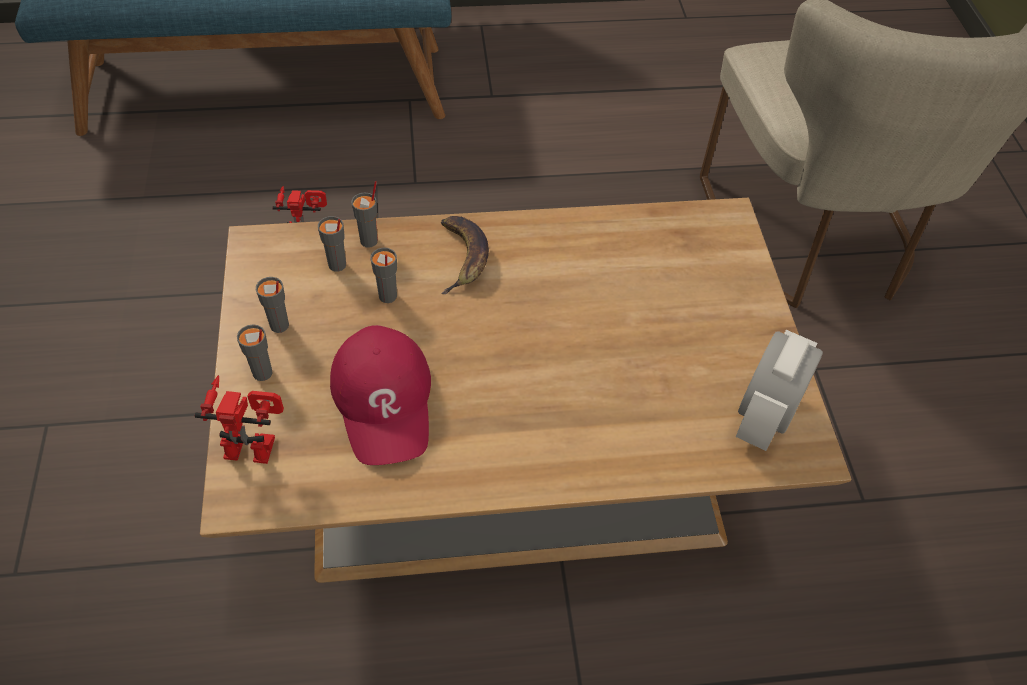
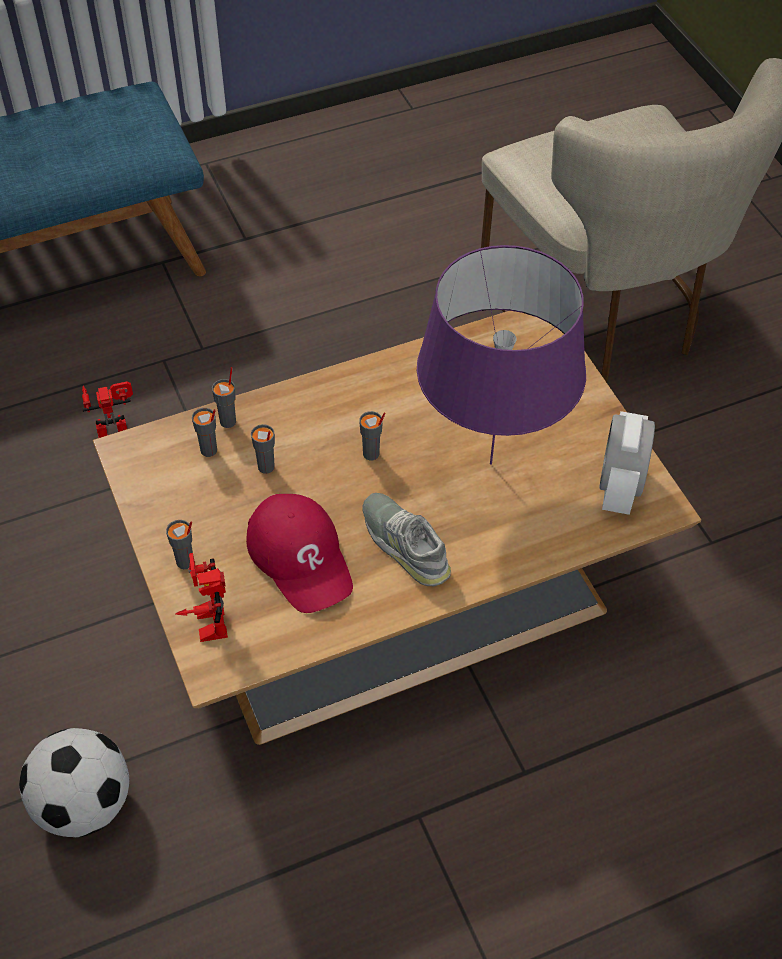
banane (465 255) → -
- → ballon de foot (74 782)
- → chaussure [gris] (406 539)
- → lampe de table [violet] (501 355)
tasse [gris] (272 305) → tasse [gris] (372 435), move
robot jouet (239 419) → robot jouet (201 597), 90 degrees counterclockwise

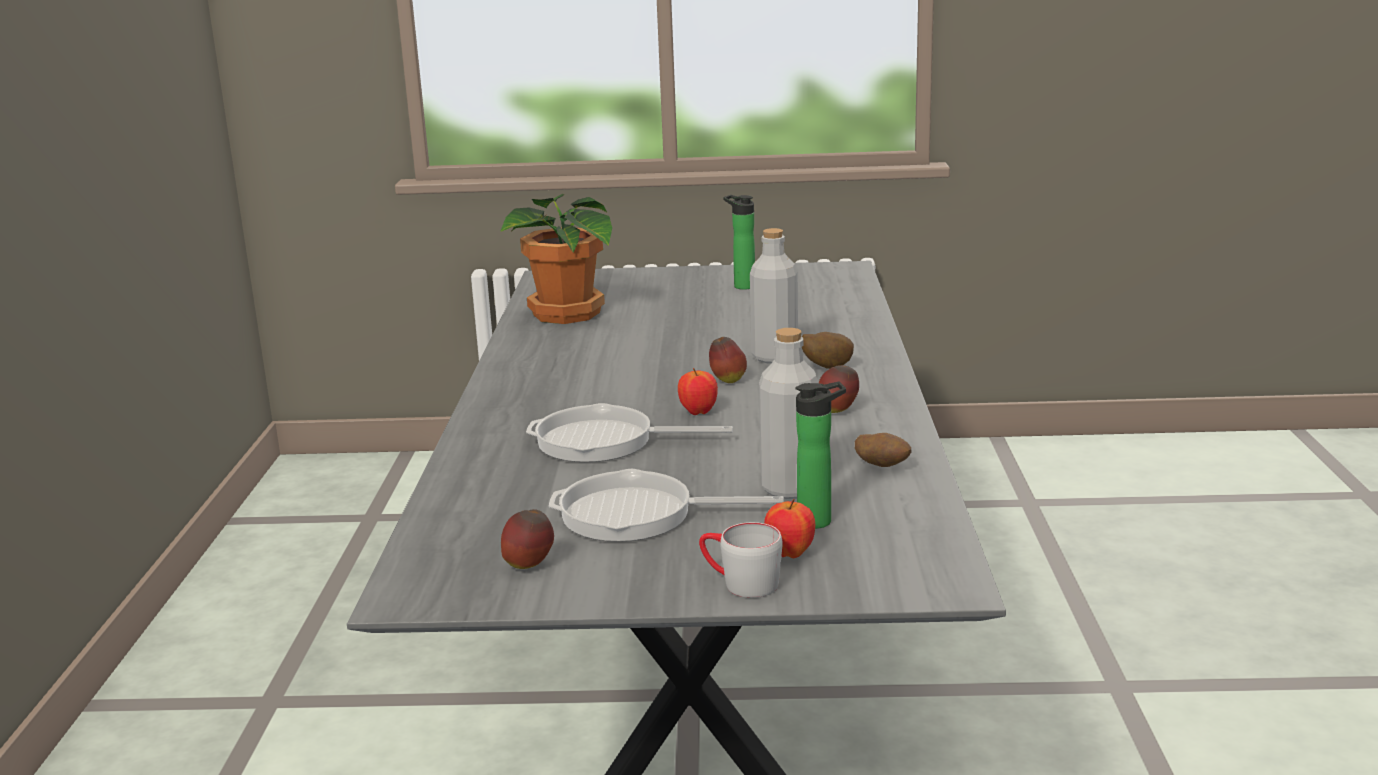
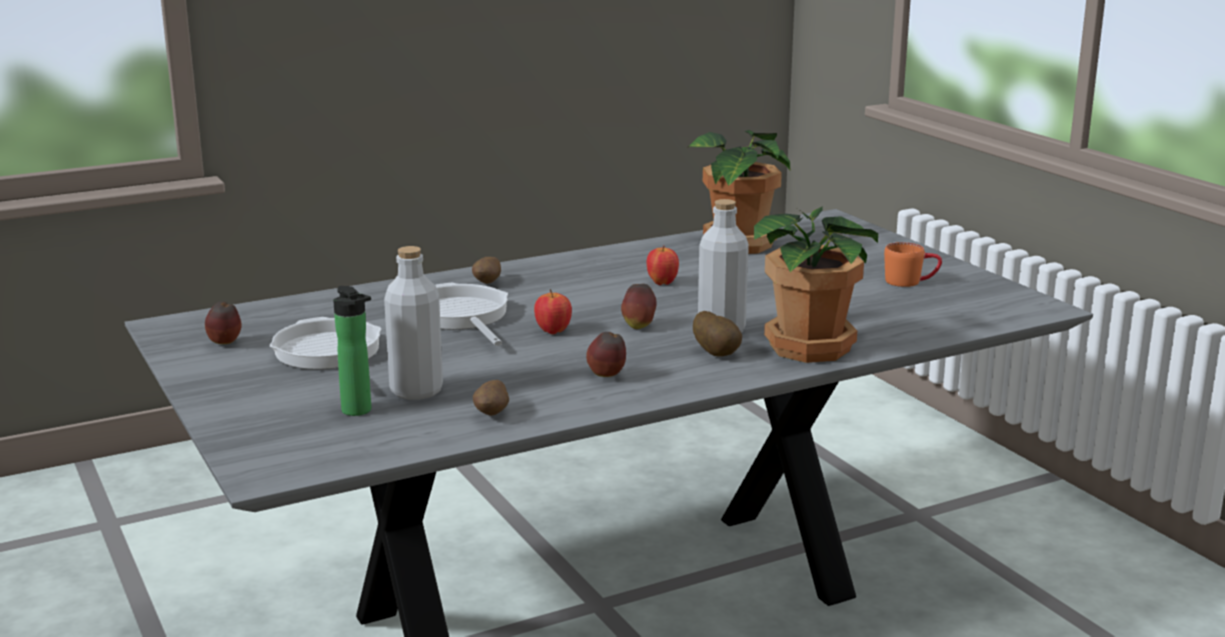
mug [gris] (741 560) → -
- → pomme de terre (486 270)
- → plante en pot (816 284)
pomme (789 528) → pomme (663 265), move
bouteille (739 242) → mug [orange] (913 264)

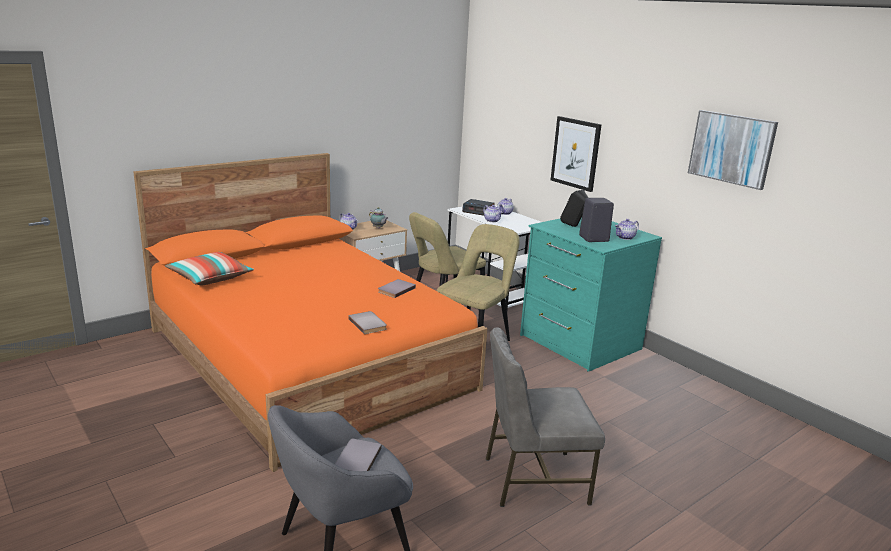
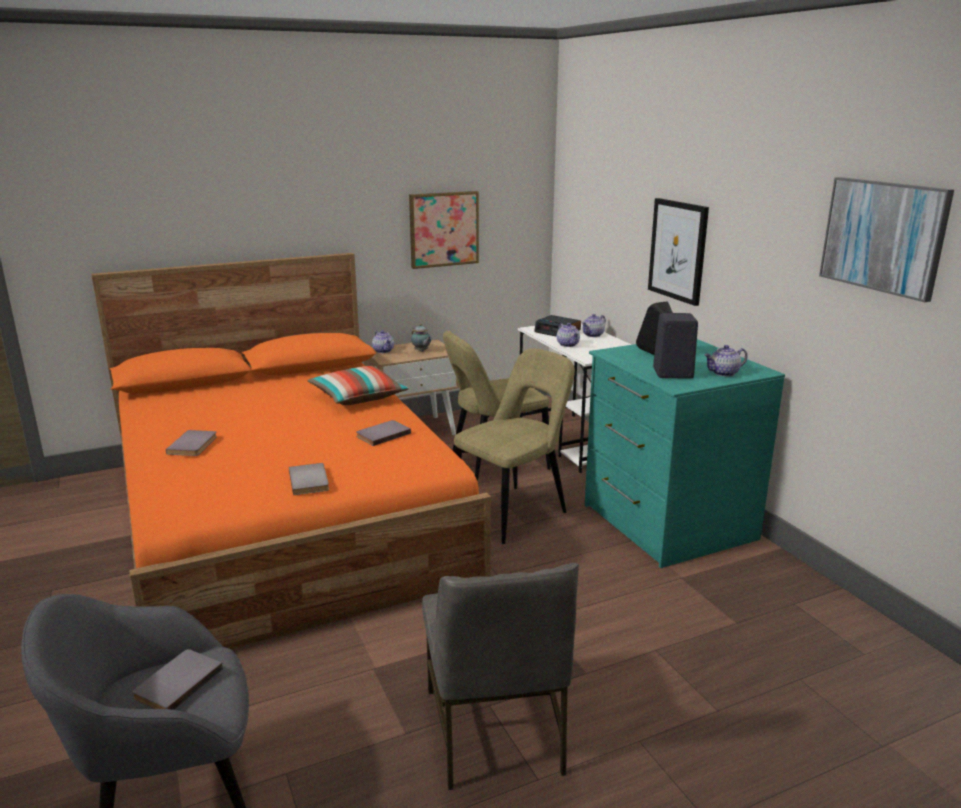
- → livre [gris] (191 443)
- → tableau (444 230)
coussin (209 268) → coussin (358 385), move
chaise [gris] (545 417) → chaise [gris] (500 676), 105 degrees counterclockwise

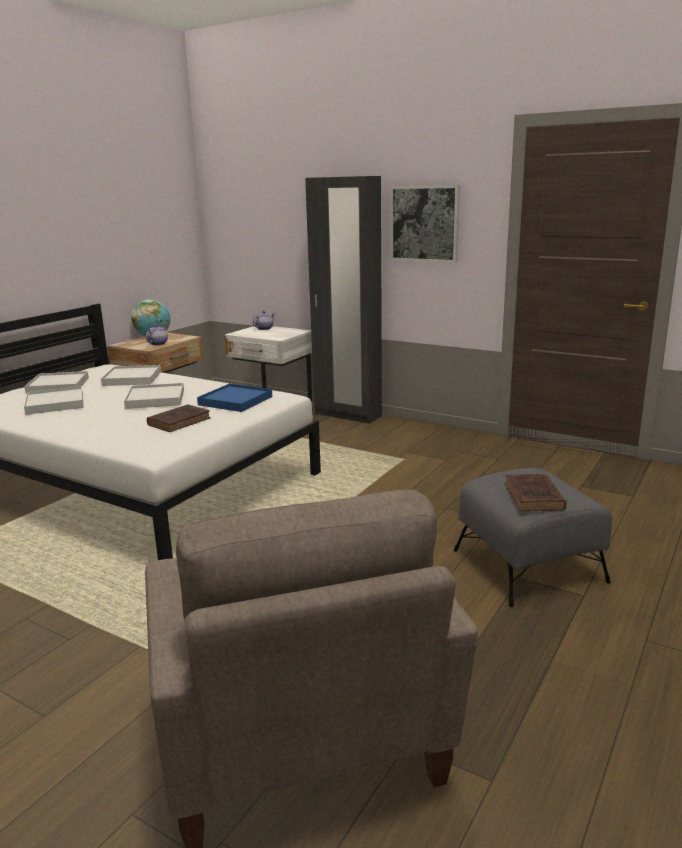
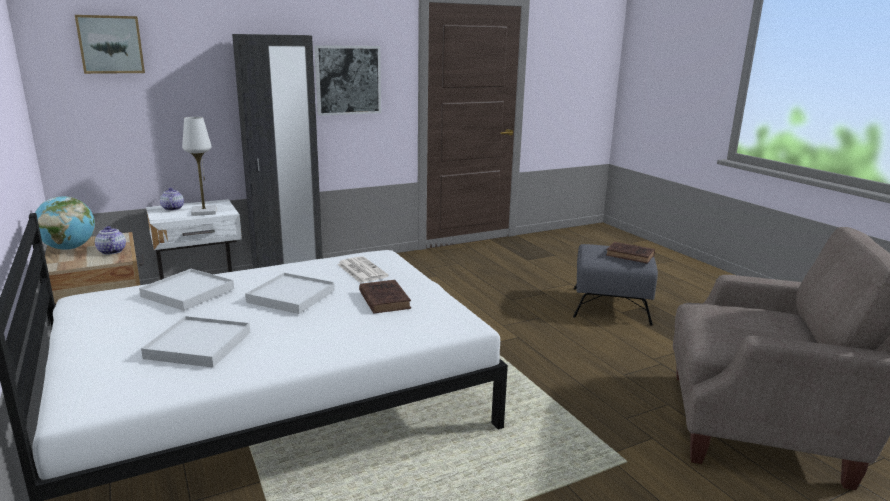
plateau [blanc] (56 382) → -
- → tableau (110 44)
- → lampe de table [blanc] (199 166)
plateau [bleu] (234 398) → journal (363 269)

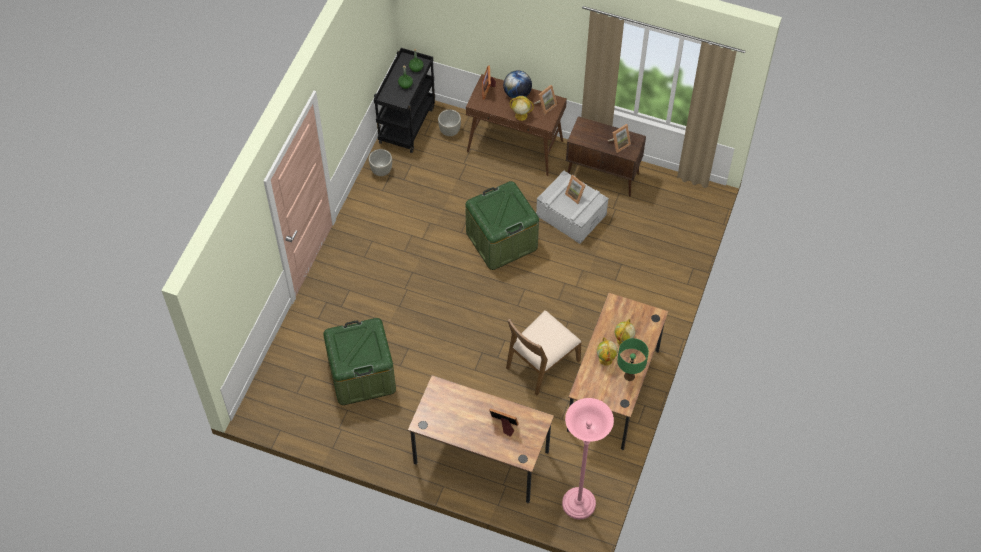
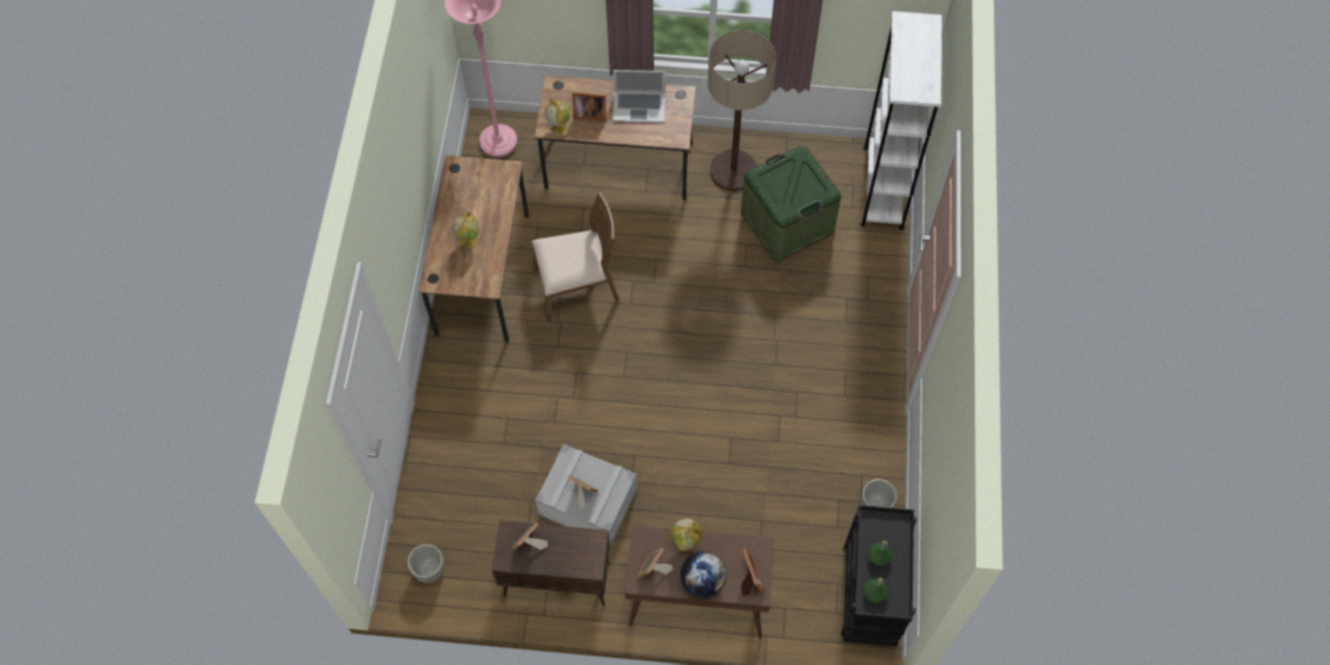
boîte de rangement [vert] (502 225) → -
lampe de table [vert] (633 359) → -
- → ordinateur portable (639 96)
- → lampadaire (741 110)
- → bibliothèque [blanc] (901 120)
cache-pot [gris] (449 122) → cache-pot [gris] (425 563), move
globe (607 352) → globe (557 116), move
chaise [marron] (544 352) → chaise [marron] (575 256), 45 degrees clockwise

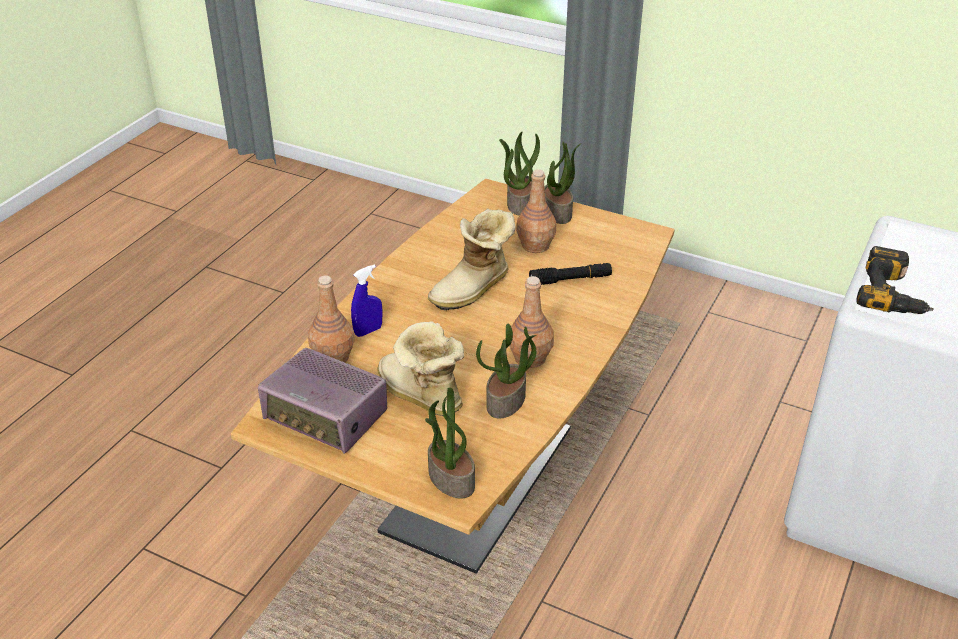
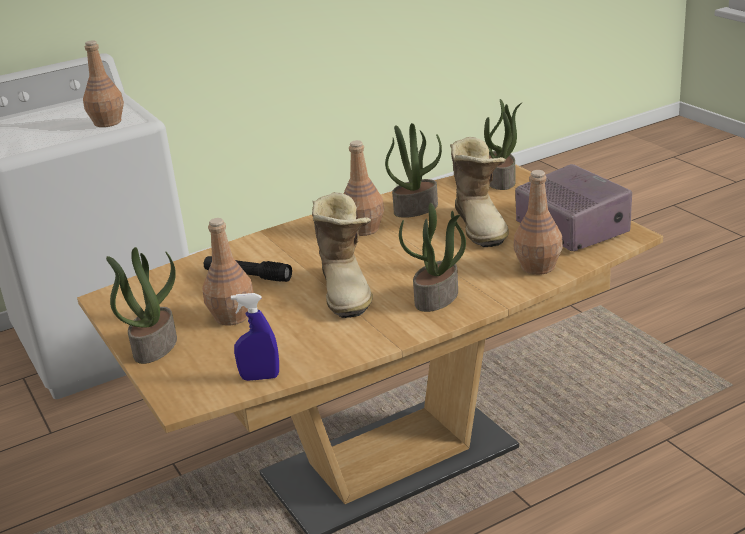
vaporisateur [bleu] (367 301) → vaporisateur [bleu] (255 337), move
plante en pot (519 173) → plante en pot (432 257), move
perceuse (895 280) → bouteille [marron] (103 83)
botte (472 259) → botte (342 255), 90 degrees clockwise

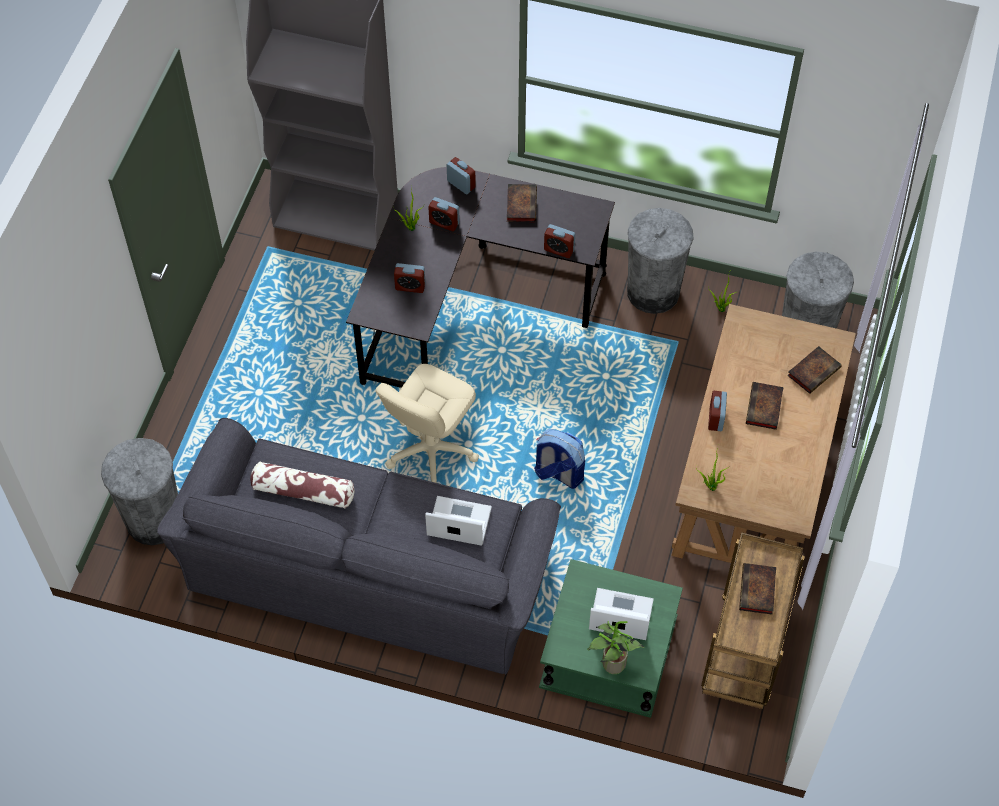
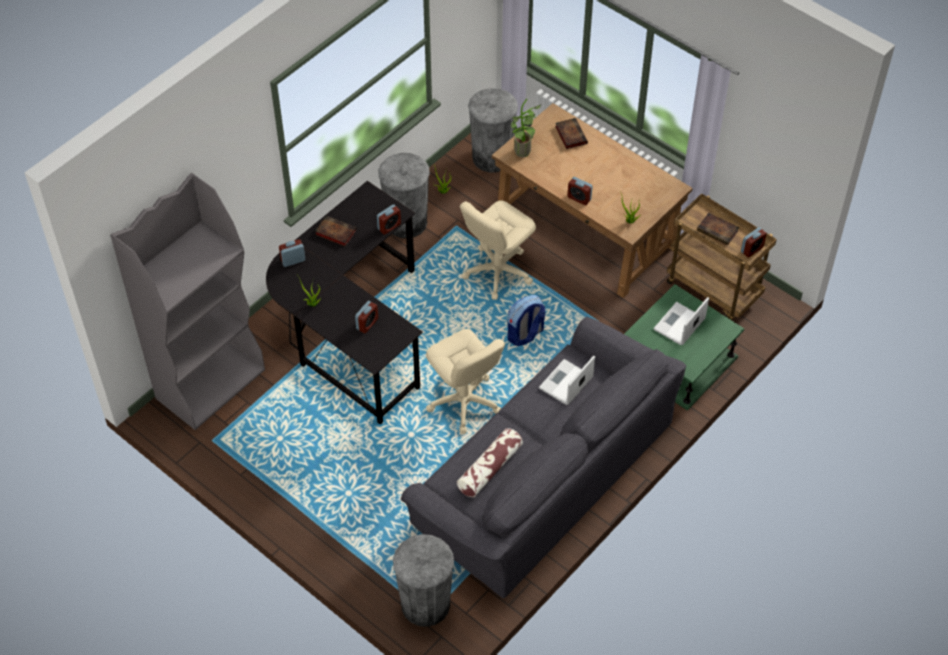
livre (765 406) → -
- → chaise de bureau [beige] (498 250)
réveil (444 214) → réveil (754 242), move
plante en pot (616 647) → plante en pot (526 128), move

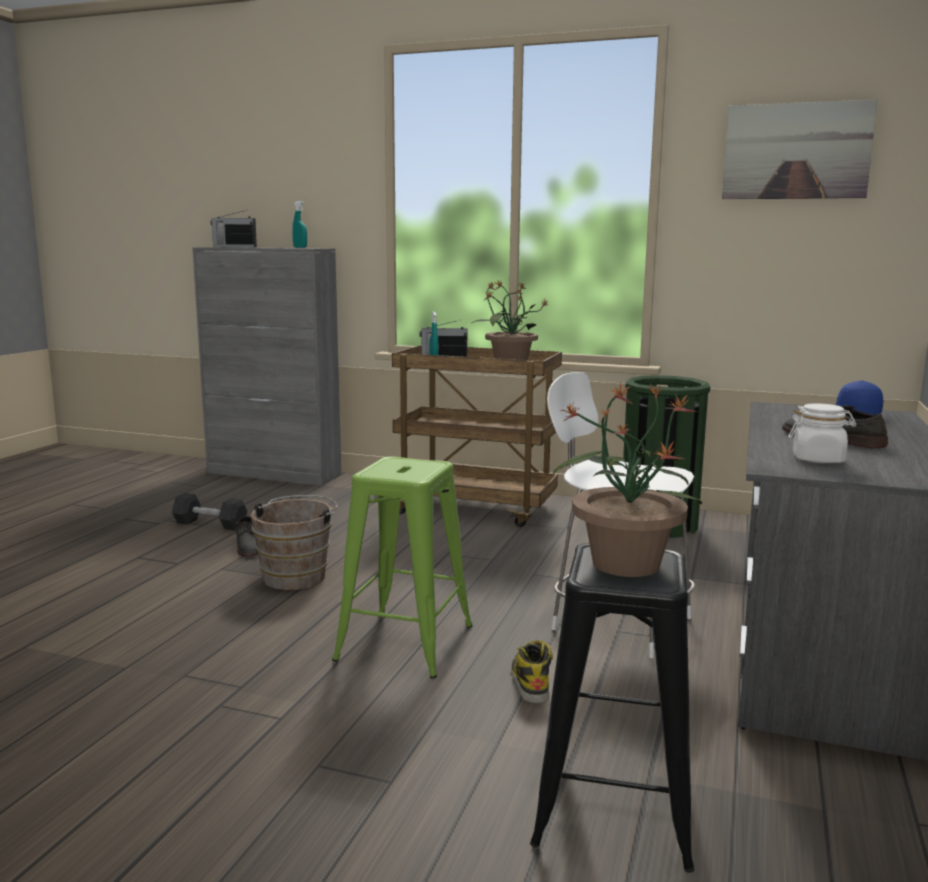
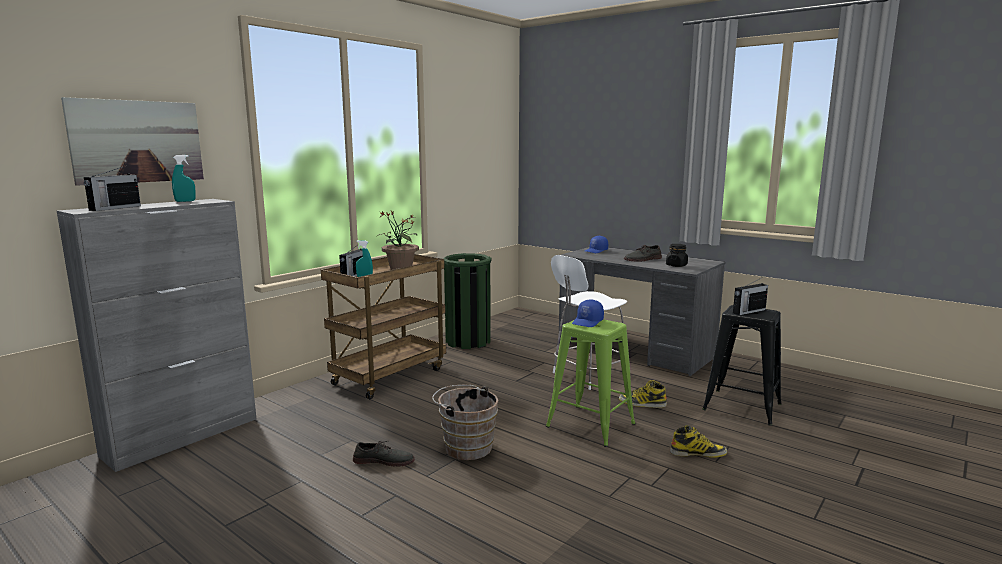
haltère [noir] (209 511) → -
- → casquette [bleu] (588 313)
- → botte (698 441)
tableau (800 149) → tableau (132 141), move
plante en pot (627 479) → radio (750 296)
bocal [blanc] (822 433) → bocal [noir] (677 255)

